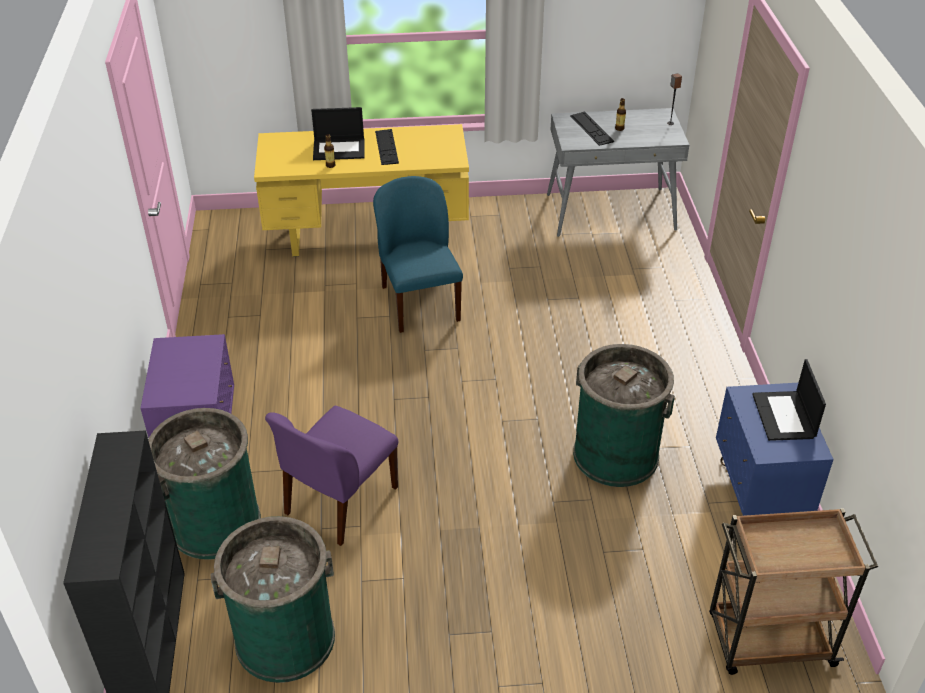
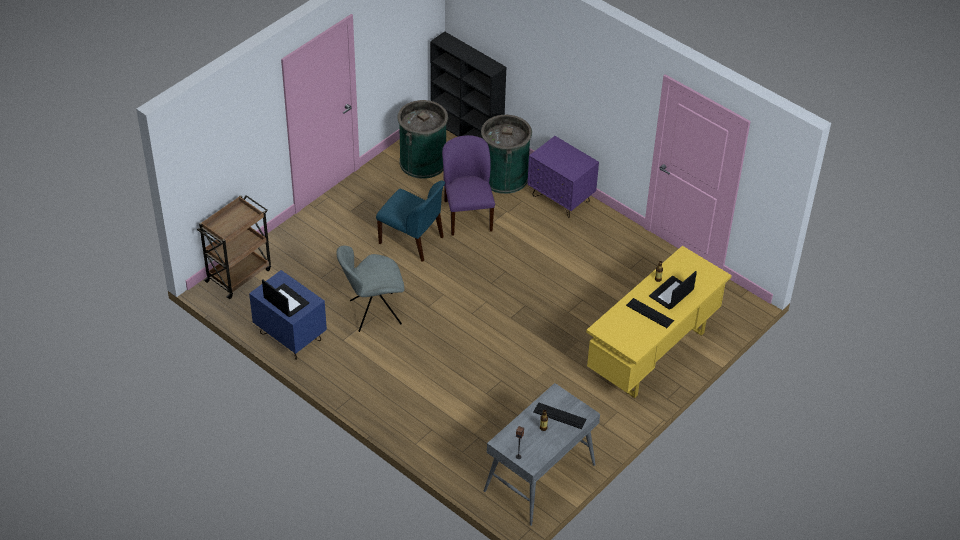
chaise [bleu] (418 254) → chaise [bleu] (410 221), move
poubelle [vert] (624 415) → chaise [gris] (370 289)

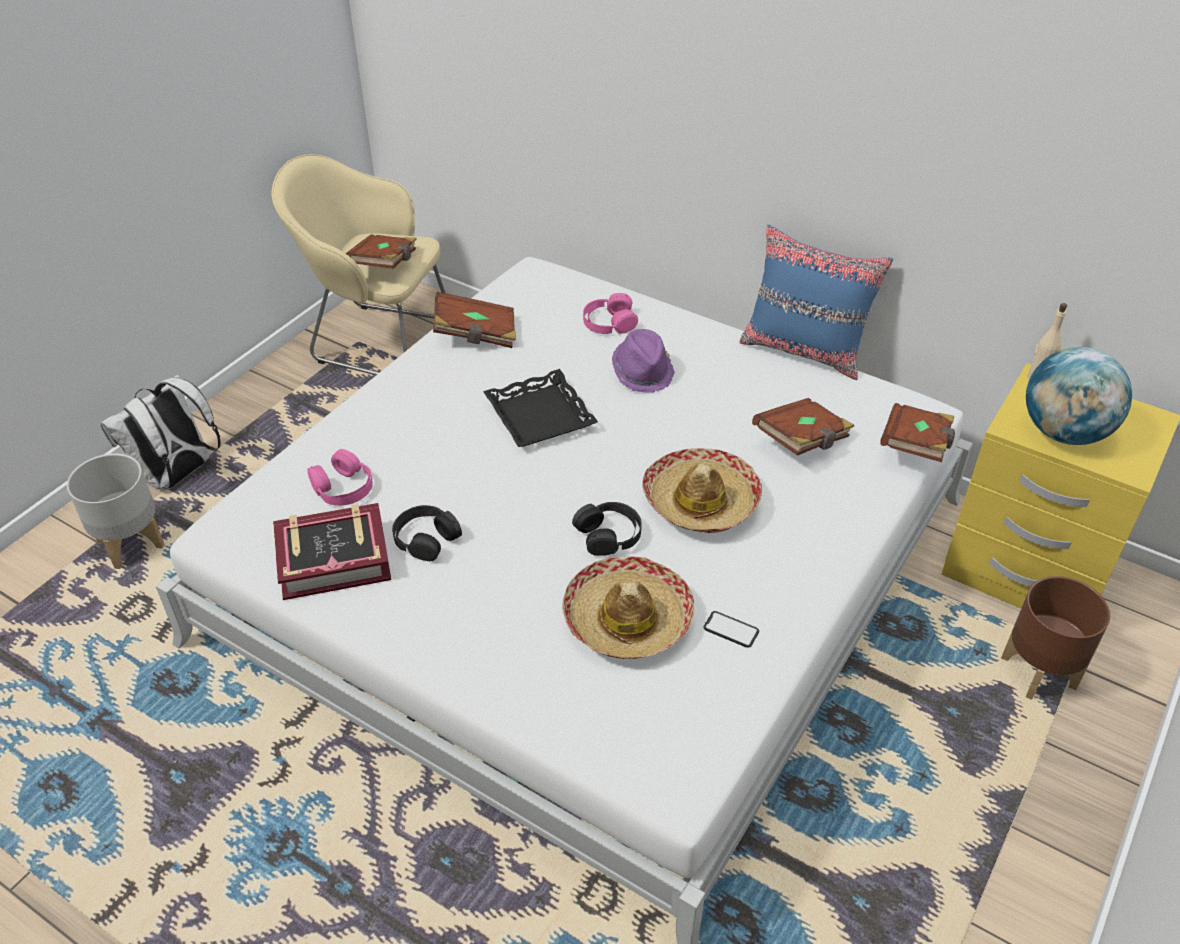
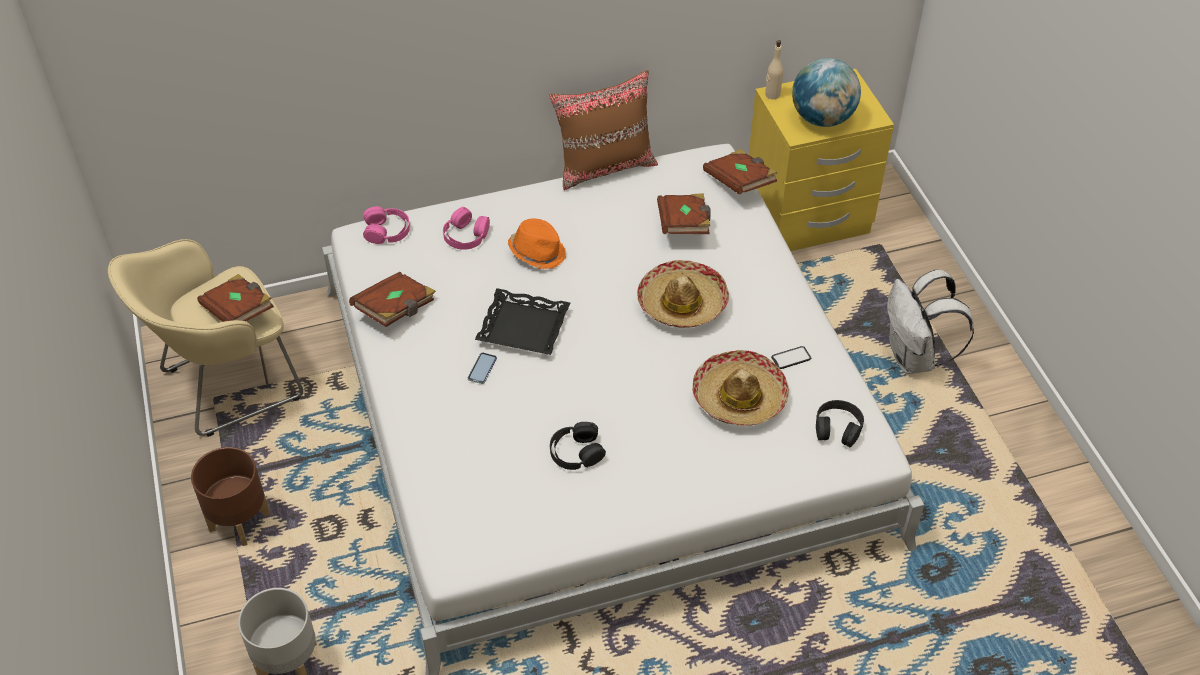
livre (332 551) → -
- → téléphone (482 368)
sac à dos [blanc] (160 432) → sac à dos [blanc] (930 321), move
casque audio [rose] (340 477) → casque audio [rose] (386 225), move
casque audio [noir] (607 529) → casque audio [noir] (840 424), move
cache-pot [marron] (1055 638) → cache-pot [marron] (231 496), move
chapeau [violet] (643 361) → chapeau [orange] (537 244)
coussin [bleu] (816 302) → coussin [marron] (603 130)

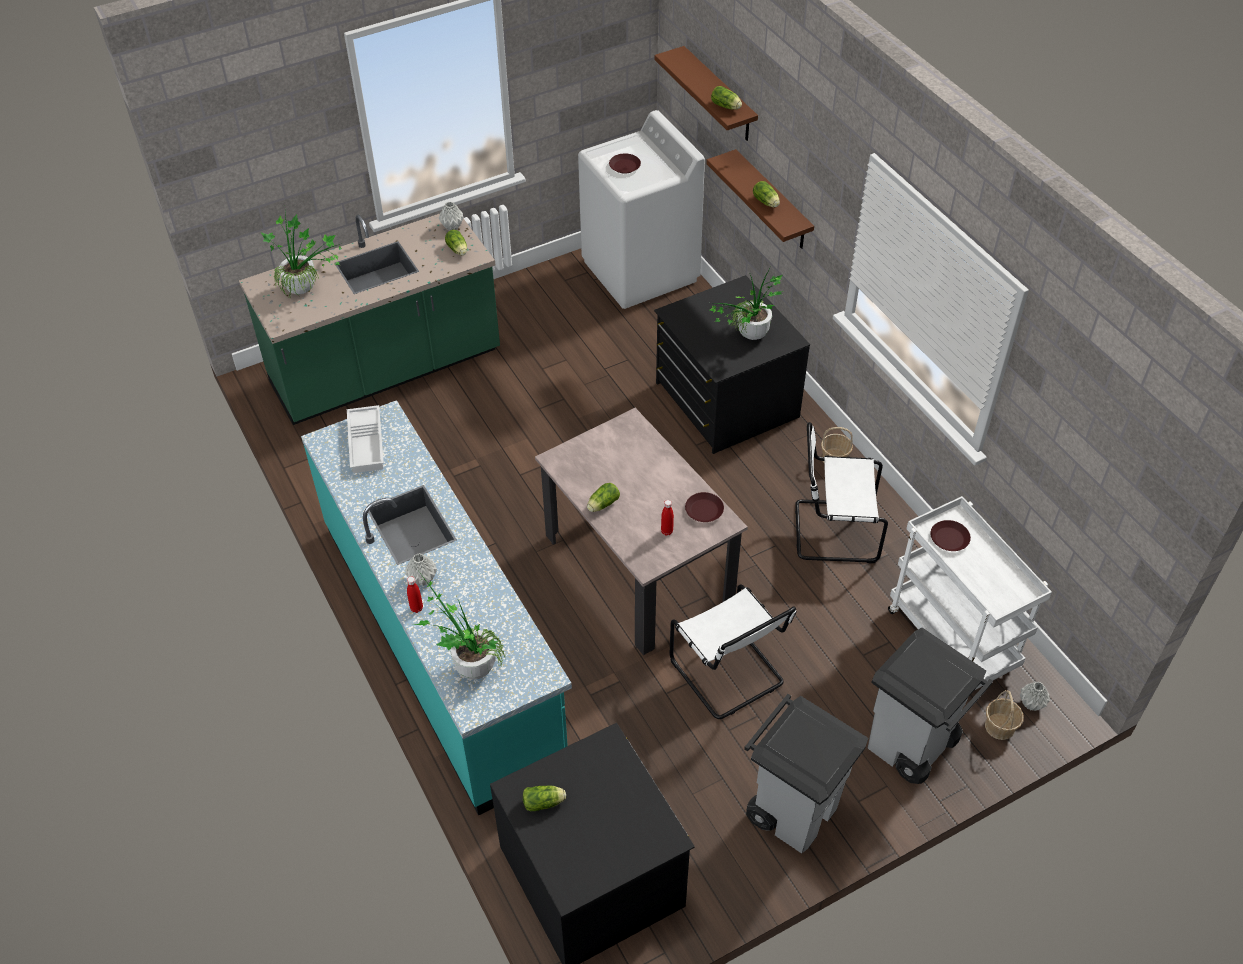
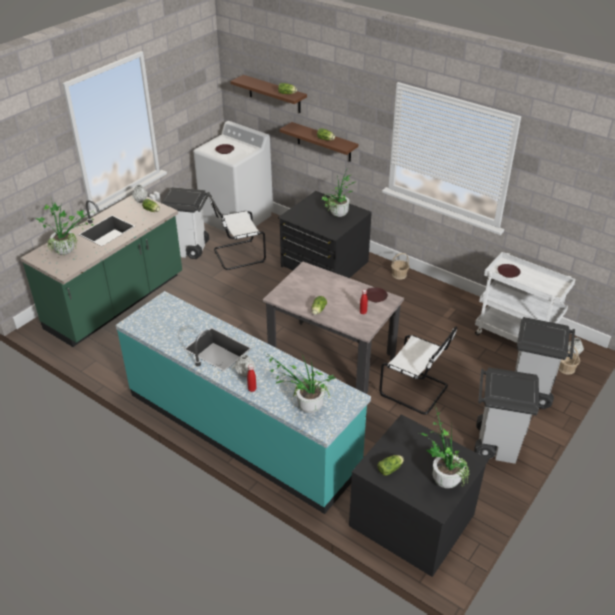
plateau [blanc] (365 439) → -
- → poubelle [blanc] (185 223)
- → plante en pot (444 446)
chaise [blanc] (841 492) → chaise [blanc] (237 232), move

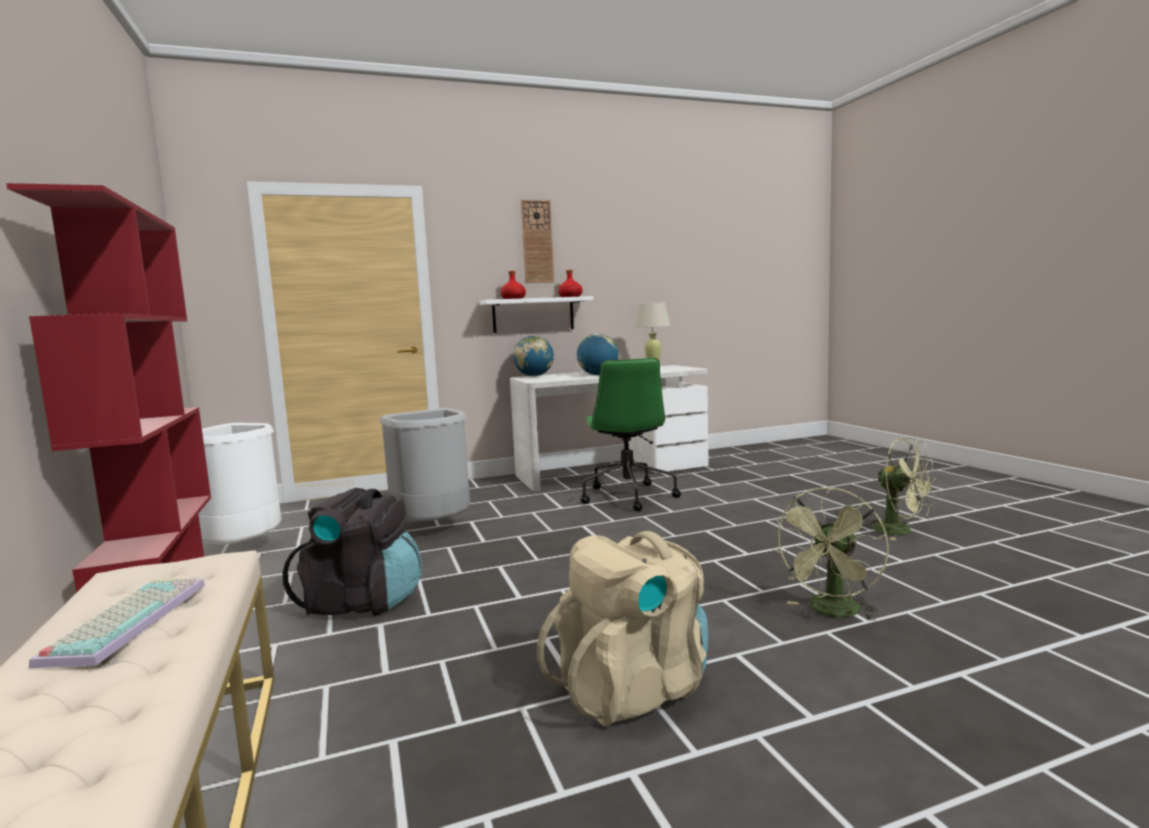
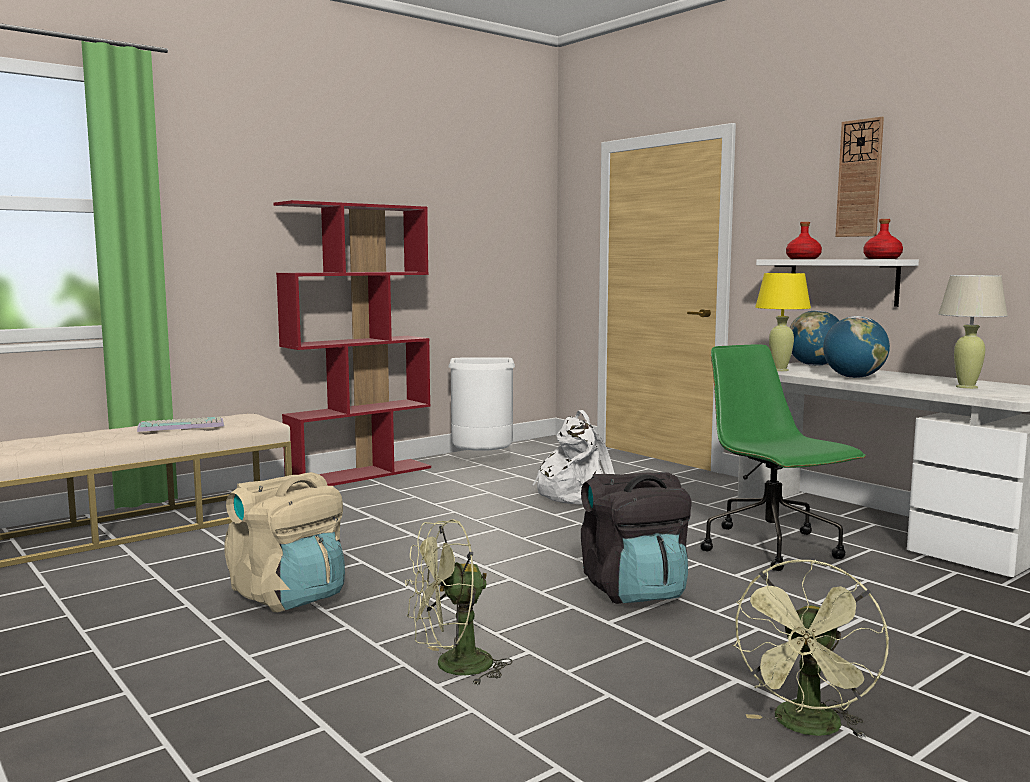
- → lampe de table [jaune] (783 322)
sac à dos [noir] (352 552) → sac à dos [noir] (636 538), move
poubelle [gris] (424 464) → sac à dos [blanc] (573 457)
chaise de bureau [vert] (630 434) → chaise de bureau [vert] (783 457), 90 degrees clockwise
ventilateur [vert] (830 554) → ventilateur [vert] (459 602), 45 degrees counterclockwise

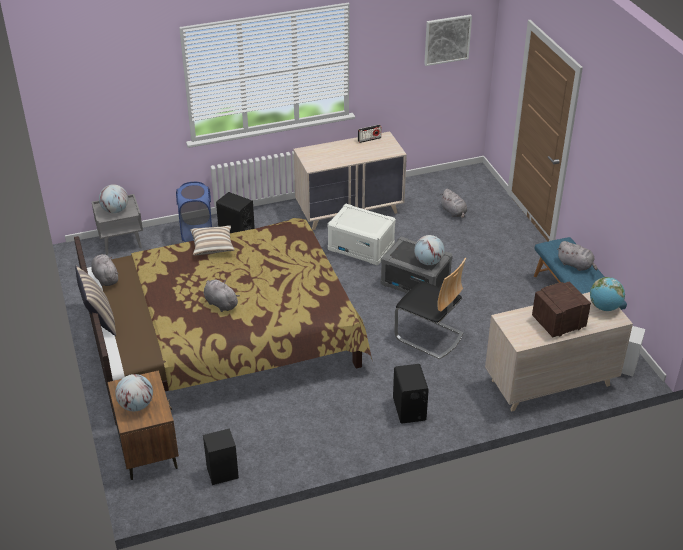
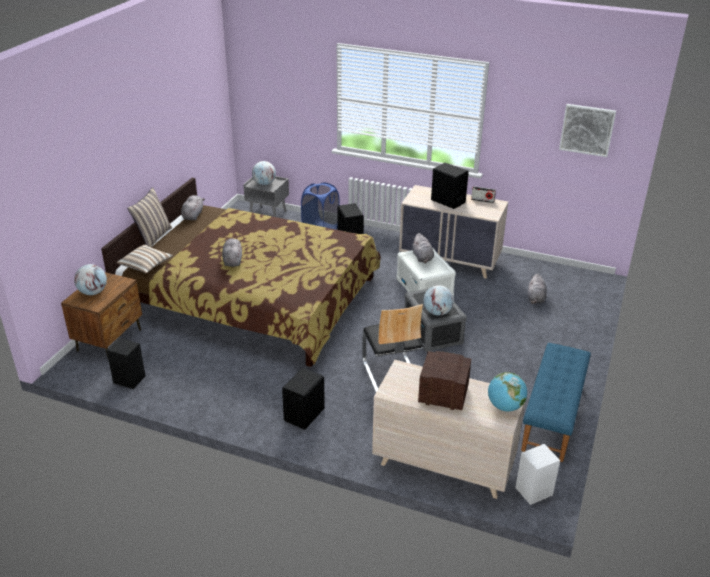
- → enceinte [noir] (450 186)
coussin (212 240) → coussin (145 259), move
peluche [gris] (577 256) → peluche [gris] (423 248), move

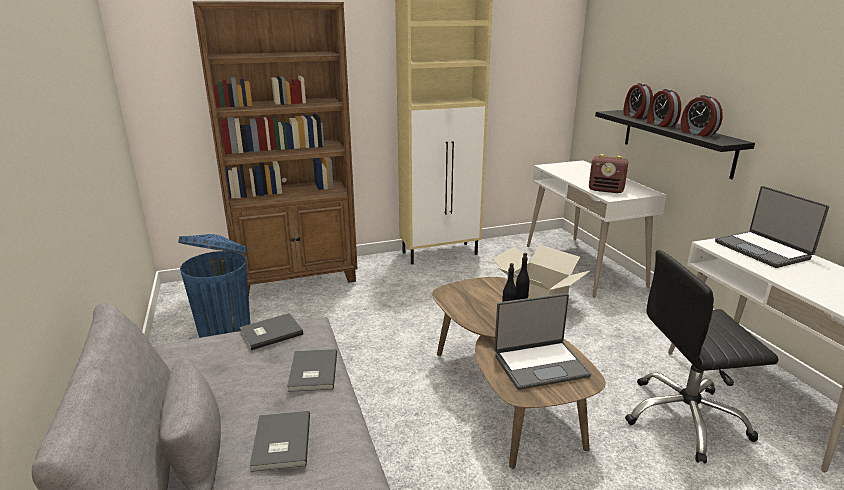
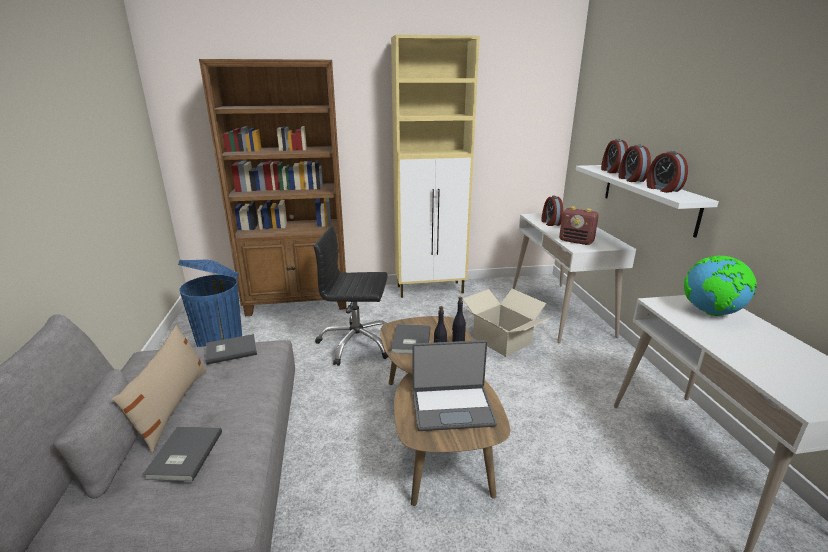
- → coussin [beige] (159 389)
- → réveil (552 211)
livre [gris] (312 370) → livre [gris] (411 339), move
chaise de bureau [noir] (702 357) → chaise de bureau [noir] (351 296), move
ordinateur portable (772 227) → globe (720 286)
étagère [noir] (675 144) → étagère [blanc] (647 201)

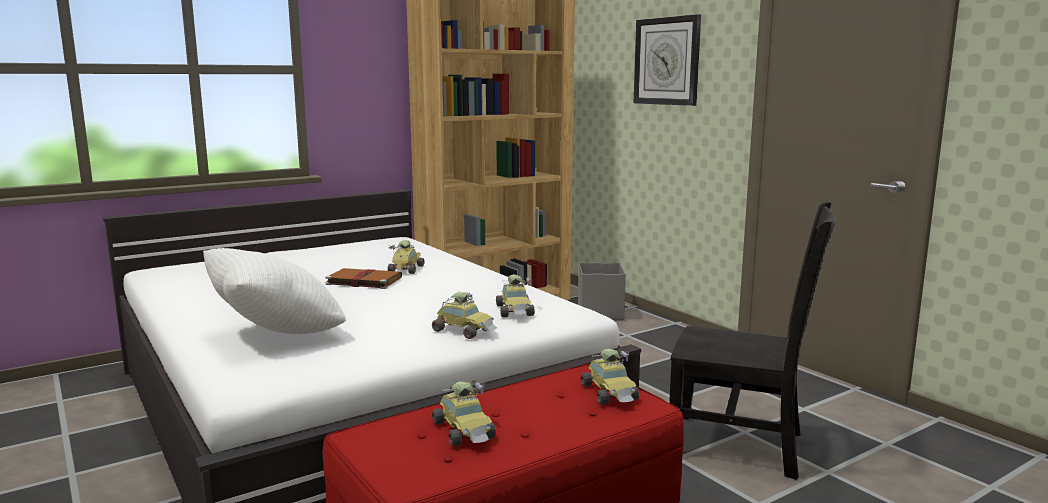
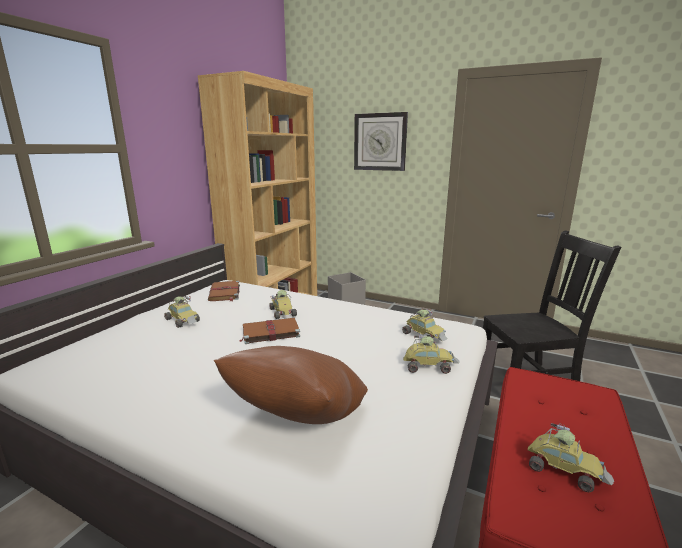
- → livre [marron] (224 291)
petite voiture (610 376) → petite voiture (182 312), move
coussin [blanc] (274 291) → coussin [marron] (291 385)

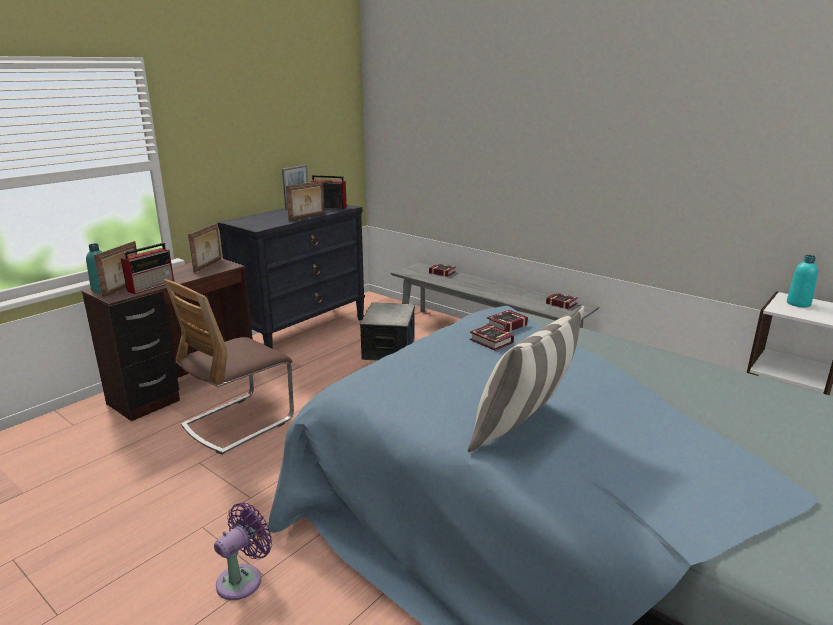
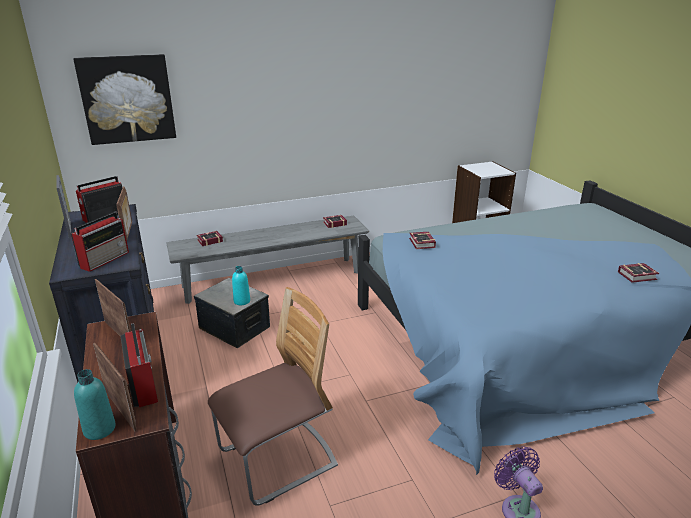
coussin (526 379) → -
- → radio (100 241)
- → tableau (124 99)
livre (492 338) → livre (638 273), move
bouteille [turquoise] (802 281) → bouteille [turquoise] (241 285), move
chaise (229 367) → chaise (273 396), 105 degrees counterclockwise

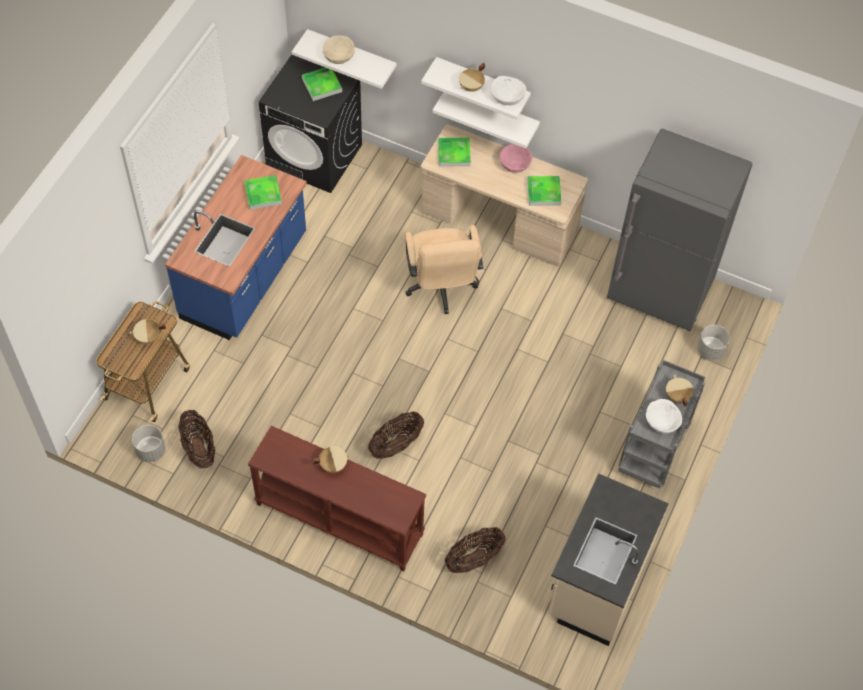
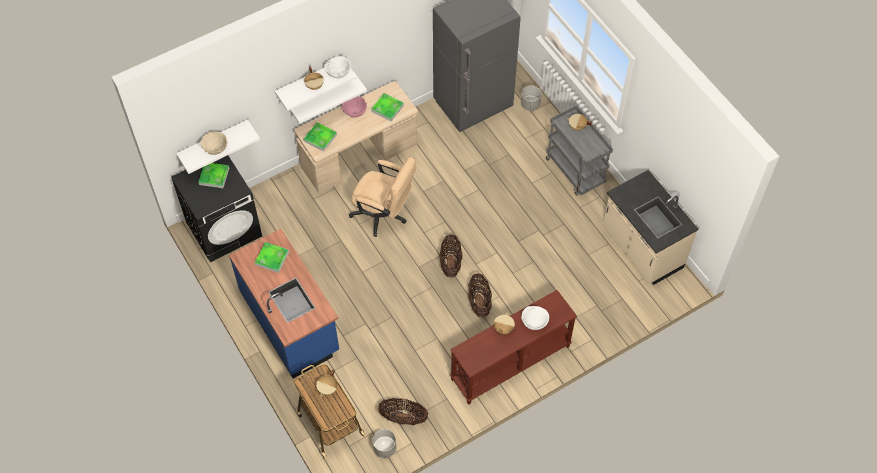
panier (475 550) → panier (451 255), move
bol [blanc] (664 416) → bol [blanc] (535 318), move

